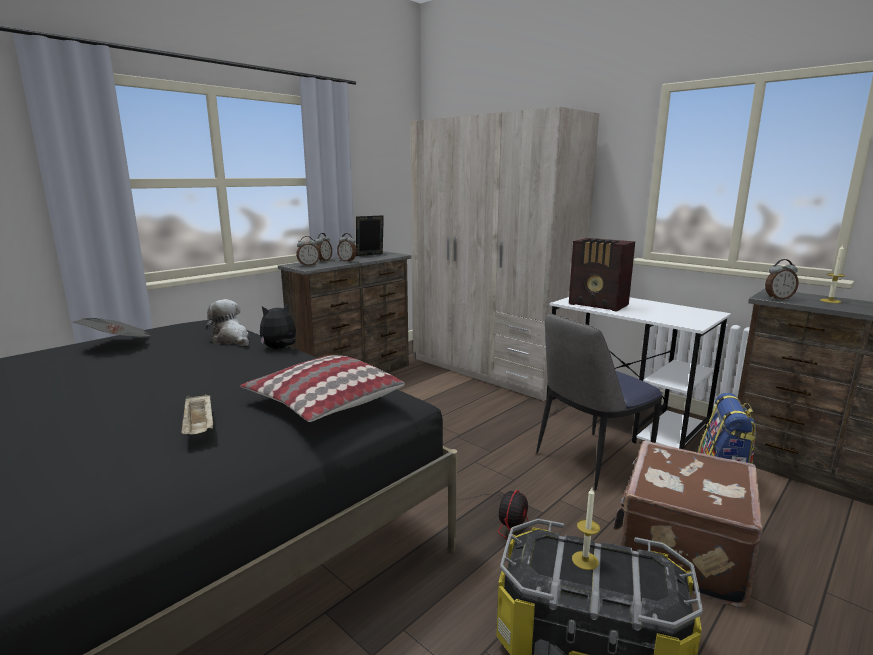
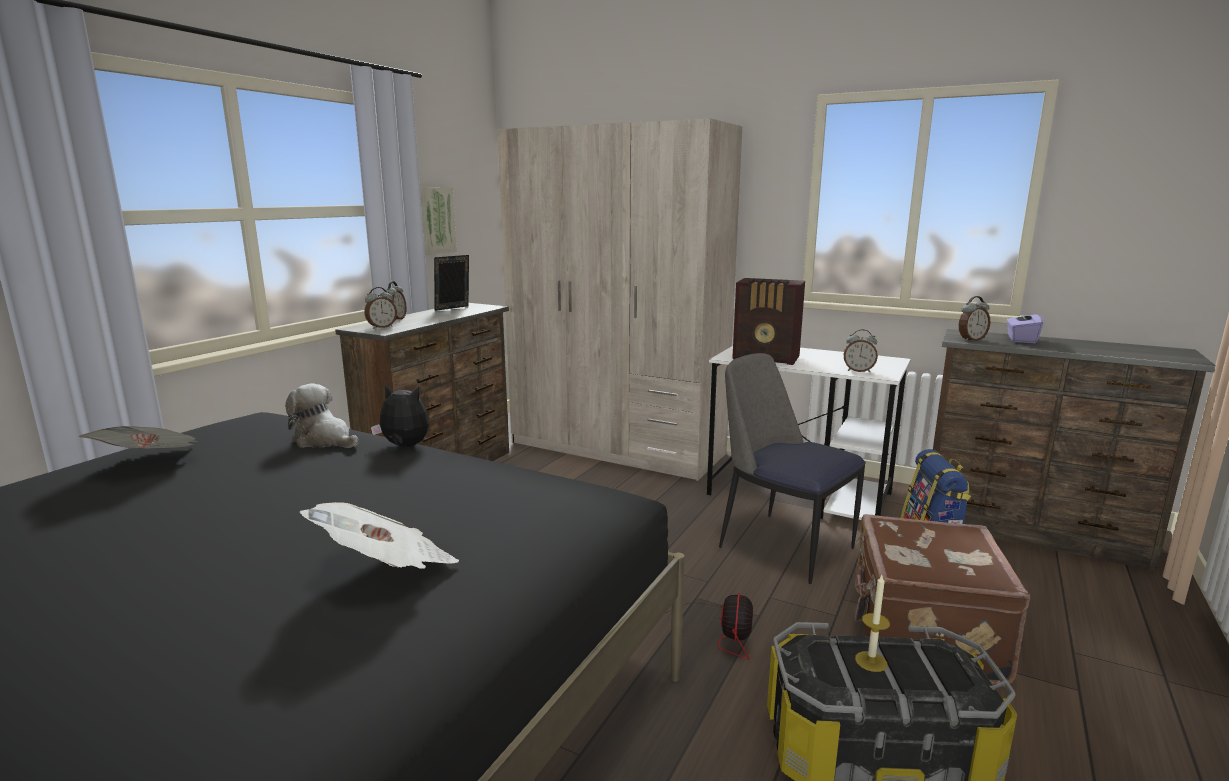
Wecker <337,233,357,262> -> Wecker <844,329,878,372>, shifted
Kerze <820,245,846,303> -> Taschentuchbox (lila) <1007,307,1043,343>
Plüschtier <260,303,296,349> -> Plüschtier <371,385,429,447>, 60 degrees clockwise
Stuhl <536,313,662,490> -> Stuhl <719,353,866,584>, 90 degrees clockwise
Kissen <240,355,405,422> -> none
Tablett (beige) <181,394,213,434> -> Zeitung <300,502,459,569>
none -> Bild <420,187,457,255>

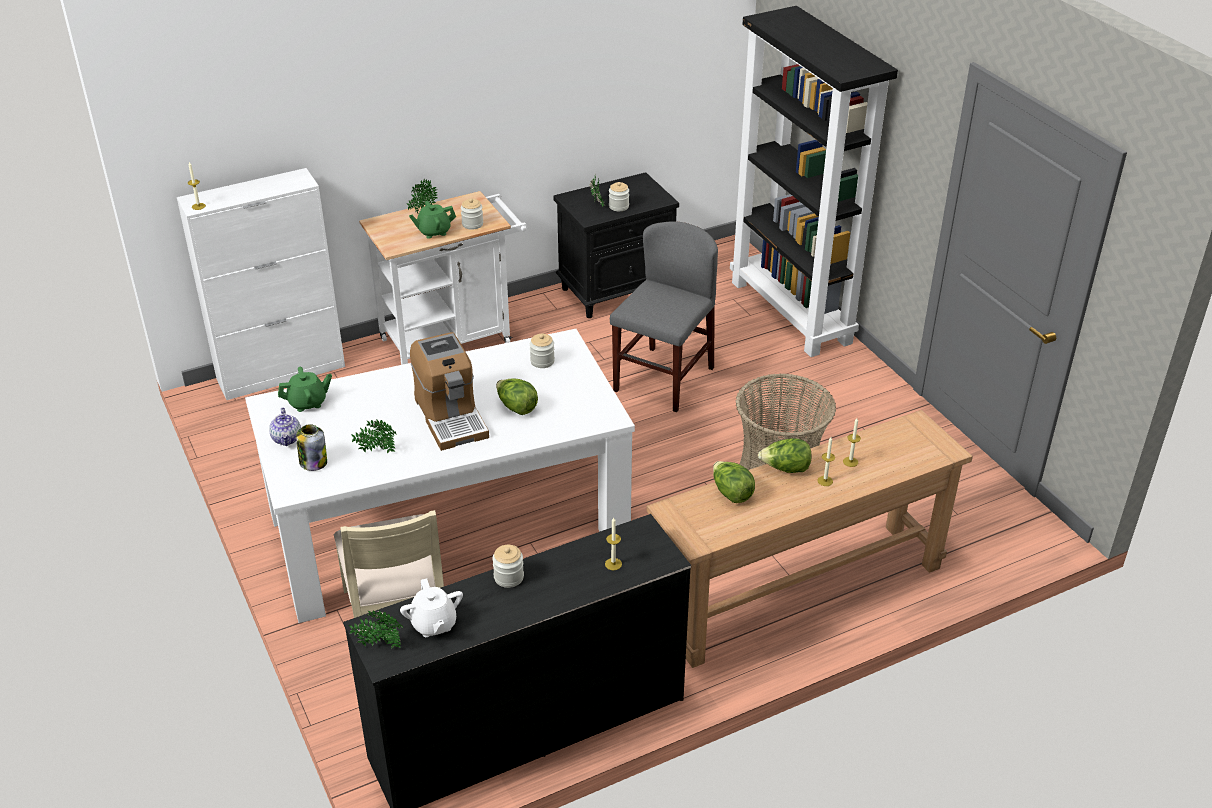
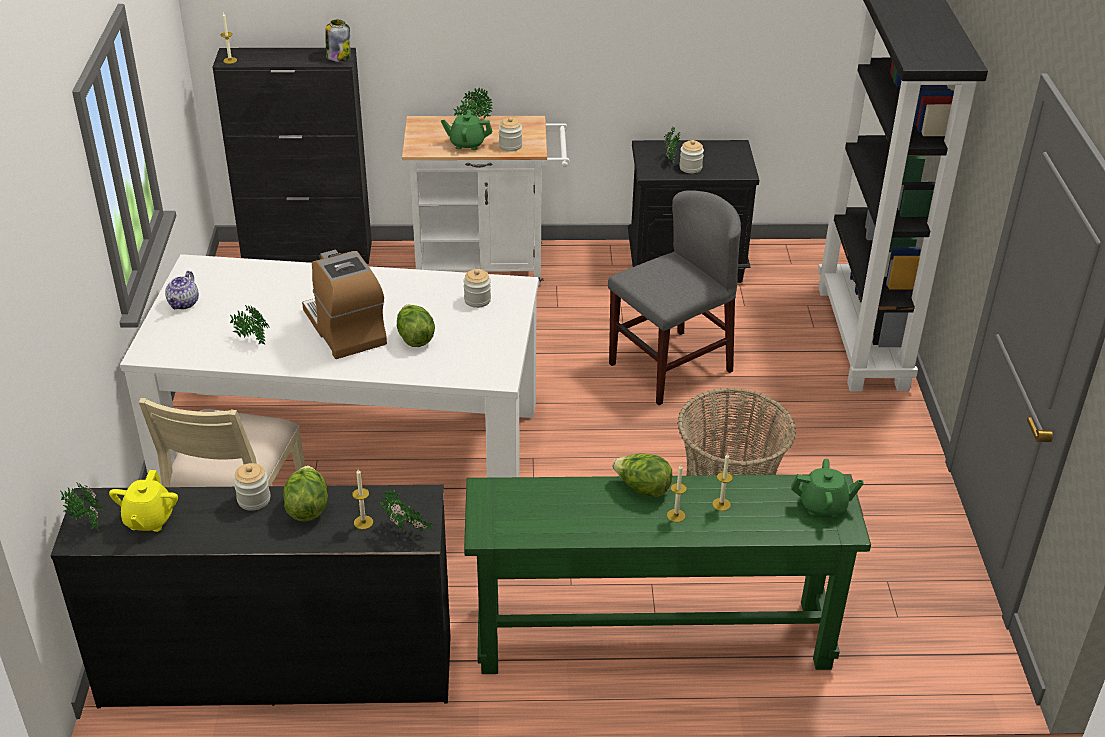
Schrank (weiß) <177,168,345,400> -> Schrank (schwarz) <212,48,372,264>
Kaffeemaschine <410,332,489,451> -> Kaffeemaschine <302,250,387,359>, 150 degrees clockwise
Teekanne (grün) <278,367,332,412> -> Teekanne (grün) <791,459,864,517>, shifted
Konsolentisch (braun) <647,410,973,668> -> Konsolentisch (grün) <464,474,871,674>
Vorratsglas <296,424,327,471> -> Vorratsglas <325,20,350,61>, shifted
Salatkopf <713,461,755,503> -> Salatkopf <283,466,328,521>, shifted
Teekanne (weiß) <400,579,463,637> -> Teekanne (gelb) <109,470,178,532>
none -> Topfpflanze <380,490,433,531>

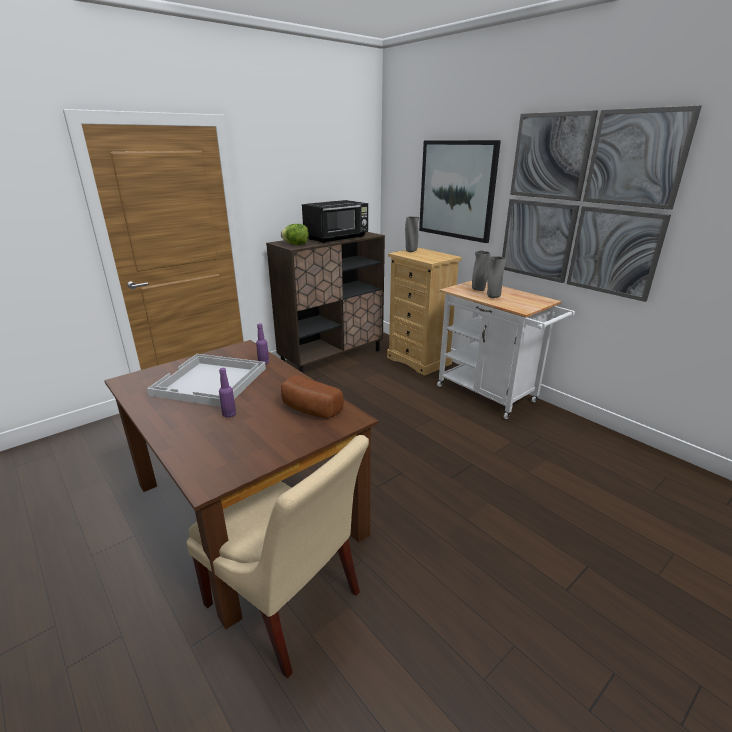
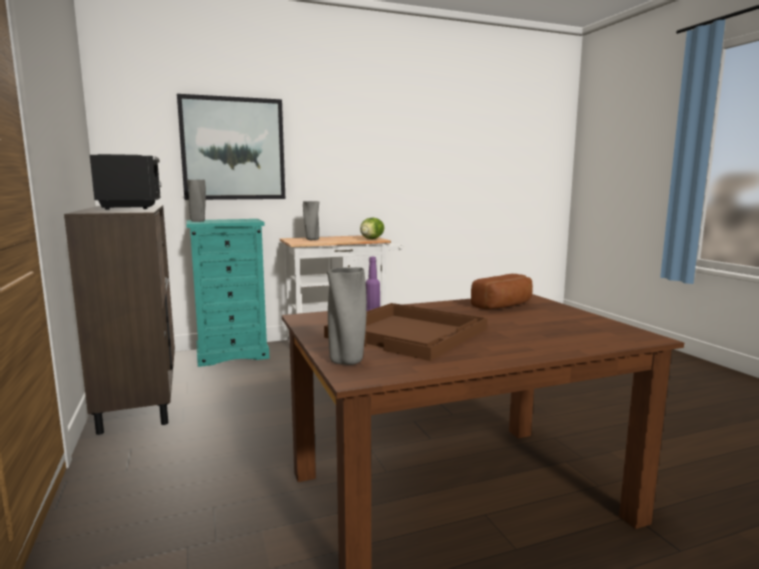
Bild <502,105,702,302> -> none
Salatkopf <281,224,309,245> -> Salatkopf <360,217,384,239>, shifted
Kommode (beige) <387,248,462,376> -> Kommode (türkis) <186,219,270,367>
Vase (grau) <487,256,507,298> -> Vase (grau) <327,267,367,365>, shifted
Tablett (weiß) <147,354,266,407> -> Tablett (braun) <324,303,487,361>
Flasche (lila) <219,368,236,418> -> none
Stuhl (beige) <186,435,369,678> -> none

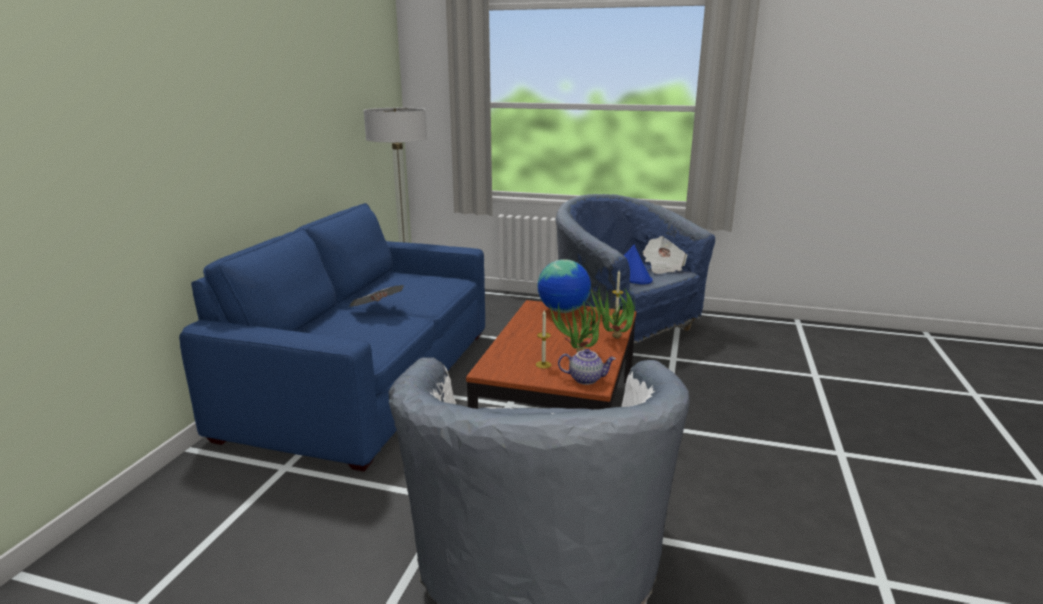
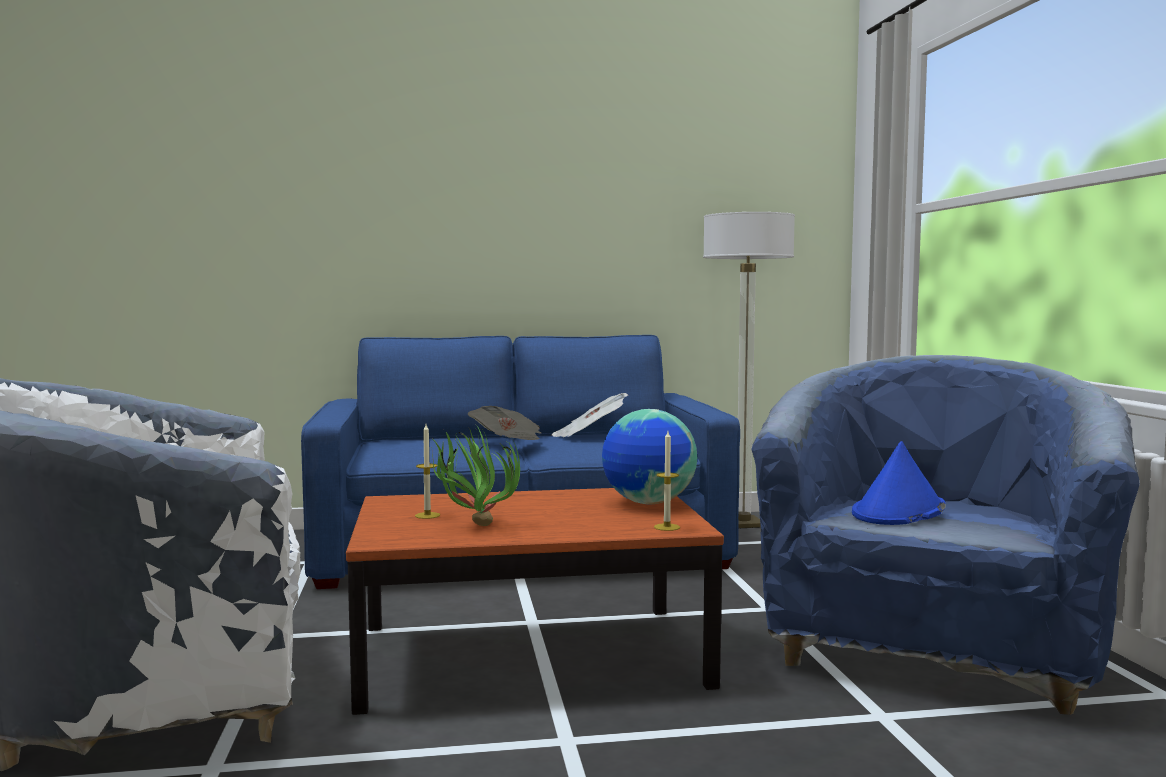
Zeitung <643,236,687,274> -> Zeitung <552,393,628,437>, shifted
Topfpflanze <589,286,635,339> -> none
Teekanne <558,349,616,385> -> none

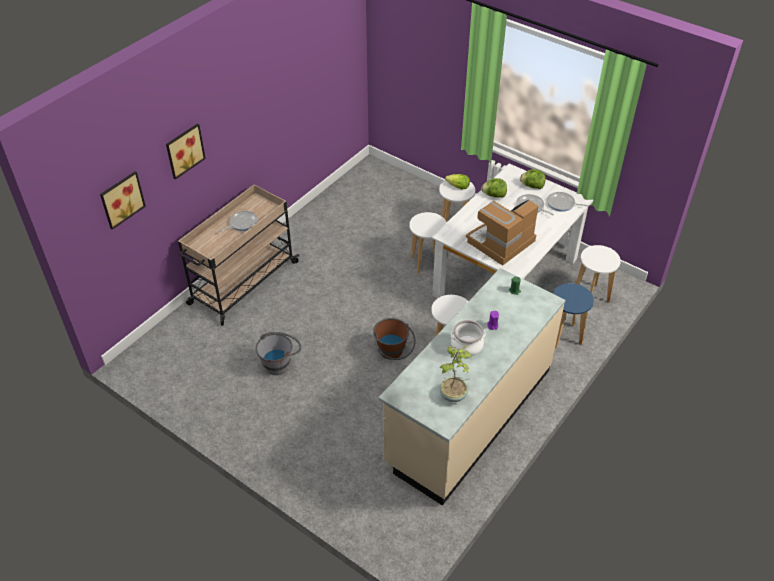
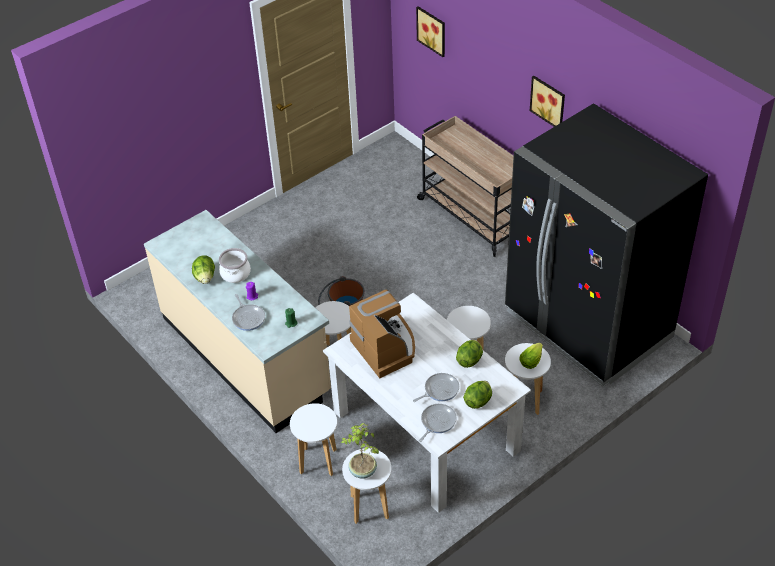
Bild <166,124,206,180> -> Bild <530,76,565,127>, shifted
Pfanne <219,211,257,232> -> Pfanne <232,294,265,331>, shifted
Hocker (blau) <553,283,594,348> -> Hocker (weiß) <290,403,337,476>
Eimer (grau) <256,332,301,375> -> none
Topfpflanze <440,345,472,402> -> Topfpflanze <341,423,379,479>, shifted
none -> Kühlschrank (schwarz) <505,103,708,387>
none -> Salatkopf <192,255,215,284>

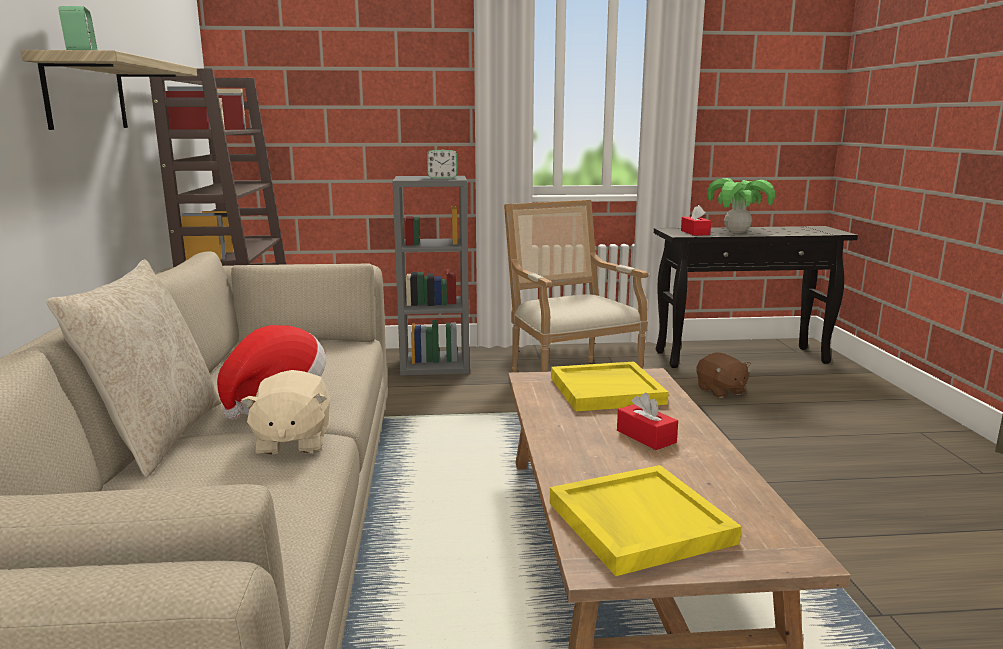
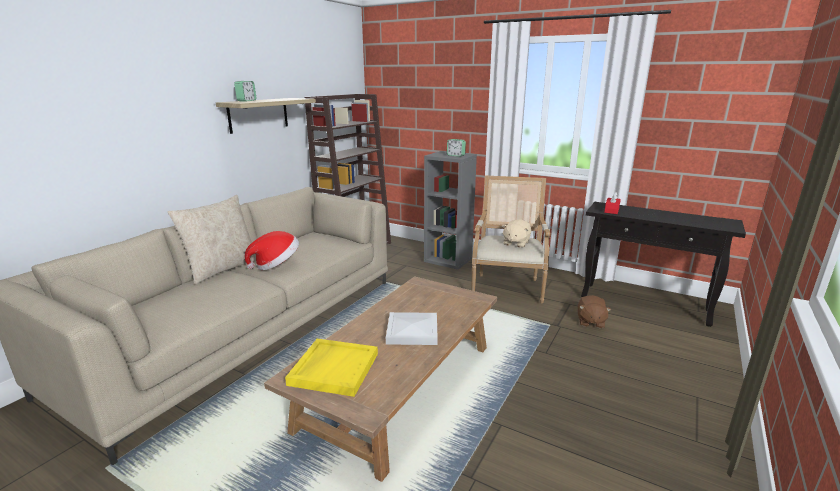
Topfpflanze <707,178,775,234> -> none
Tablett (gelb) <551,362,669,412> -> none
Plüschtier (beige) <241,370,330,455> -> Plüschtier (beige) <502,219,531,248>, shifted
Taschentuchbox (rot) <617,393,678,450> -> Tablett (weiß) <386,312,438,345>

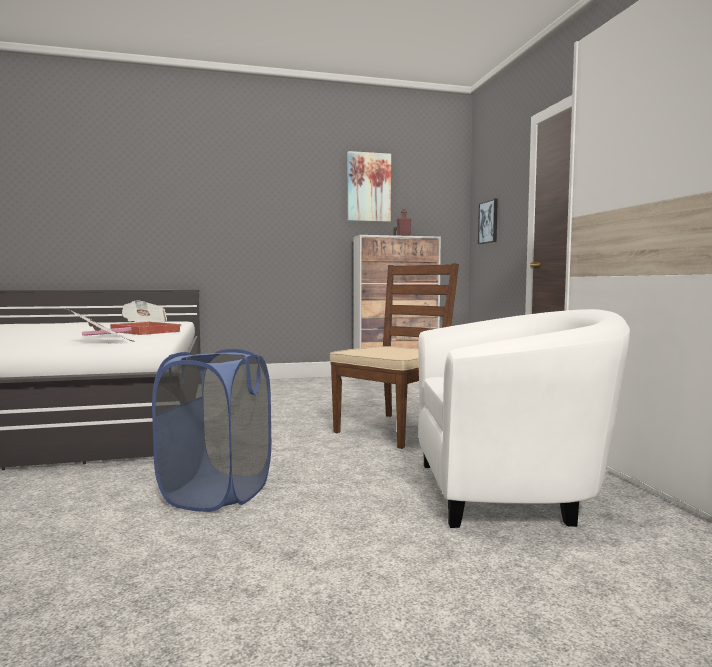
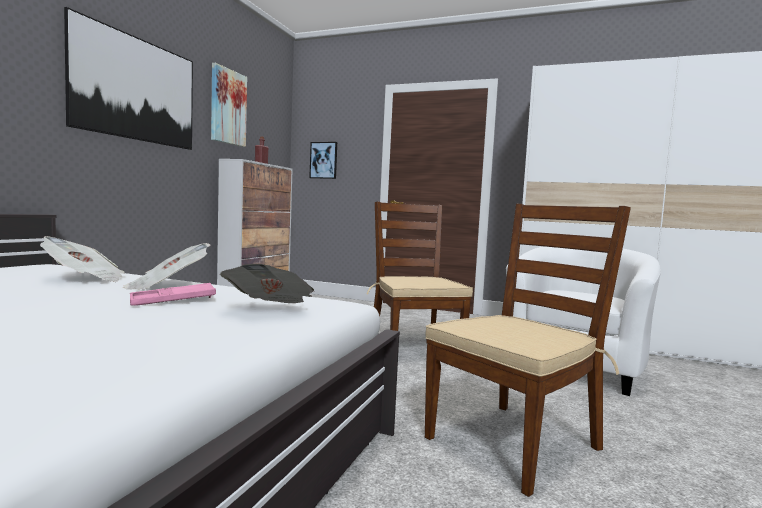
Tablett (rot) <110,322,182,335> -> Zeitung <123,243,211,290>
Wäschekorb (blau) <152,349,271,512> -> Stuhl (braun) <425,204,631,497>
none -> Bild <64,7,193,150>

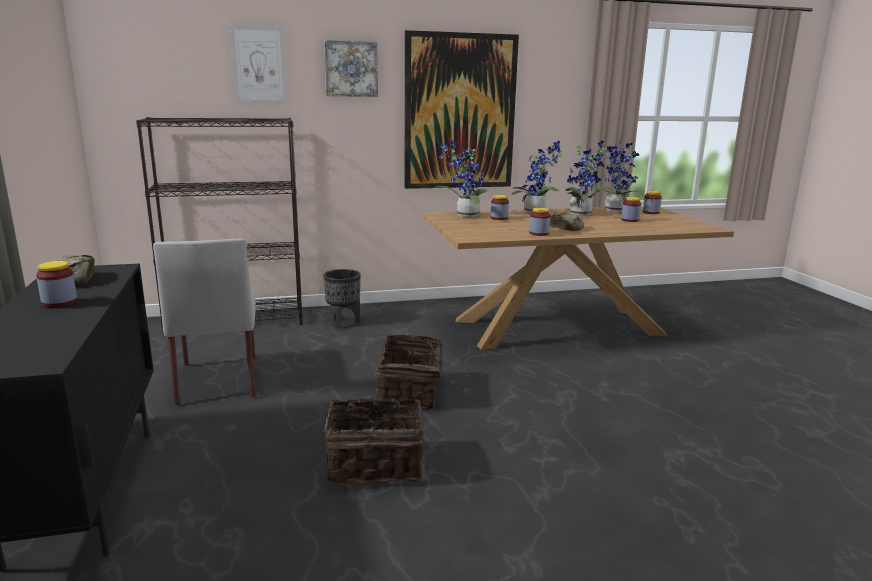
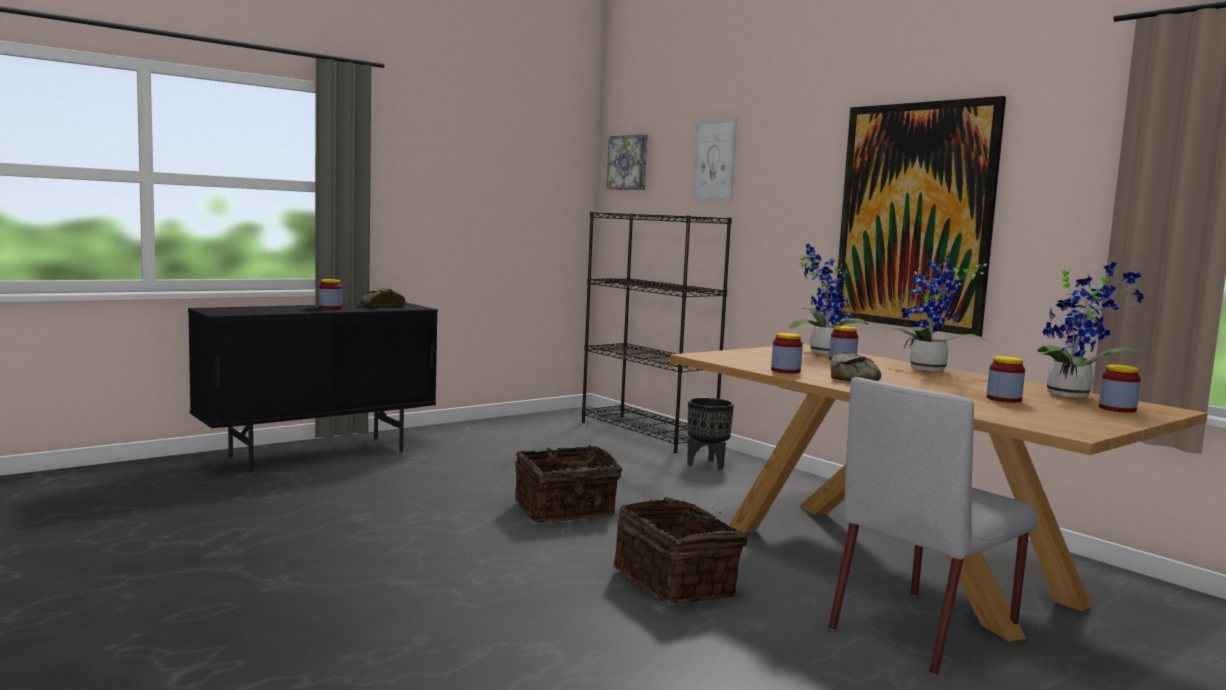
Bild <324,40,378,97> -> Bild <607,134,648,190>, shifted
Topfpflanze <565,140,617,216> -> none
Stuhl (grau) <153,238,256,406> -> Stuhl (grau) <829,377,1037,676>, shifted
Korb <324,394,424,485> -> Korb <613,497,747,604>, shifted

